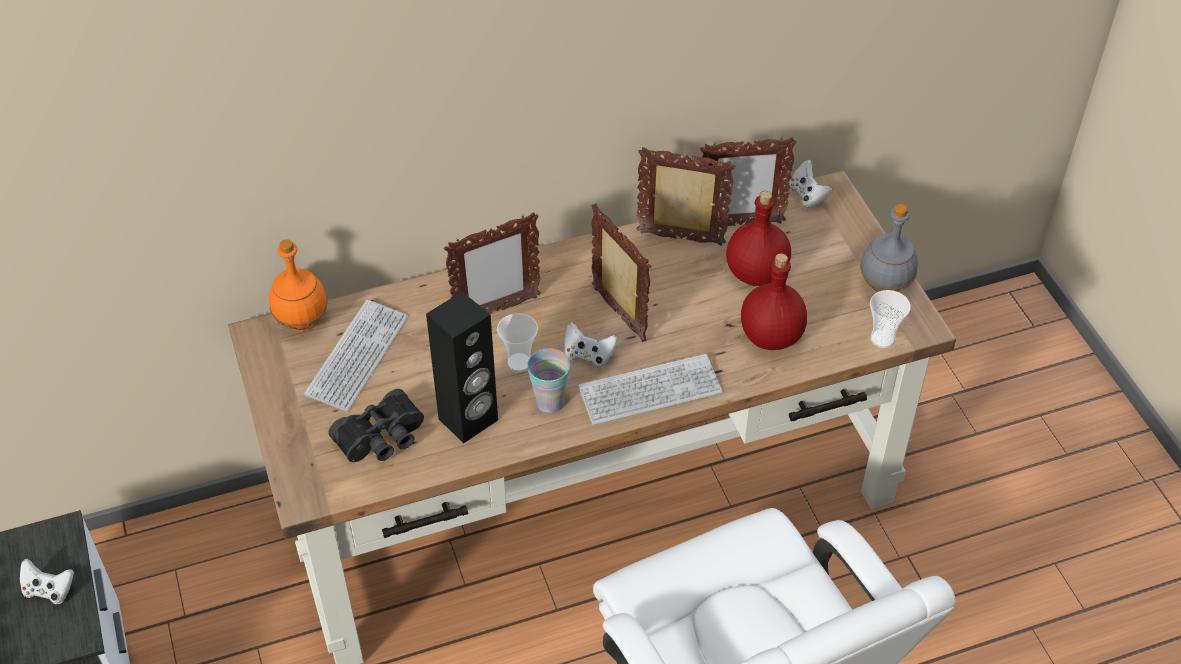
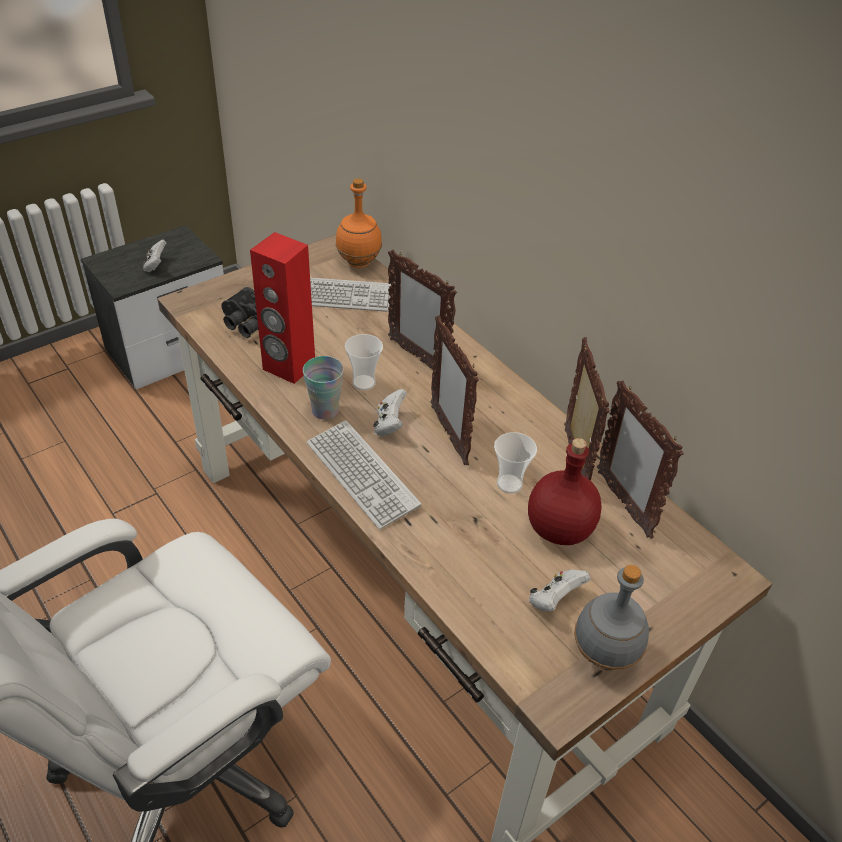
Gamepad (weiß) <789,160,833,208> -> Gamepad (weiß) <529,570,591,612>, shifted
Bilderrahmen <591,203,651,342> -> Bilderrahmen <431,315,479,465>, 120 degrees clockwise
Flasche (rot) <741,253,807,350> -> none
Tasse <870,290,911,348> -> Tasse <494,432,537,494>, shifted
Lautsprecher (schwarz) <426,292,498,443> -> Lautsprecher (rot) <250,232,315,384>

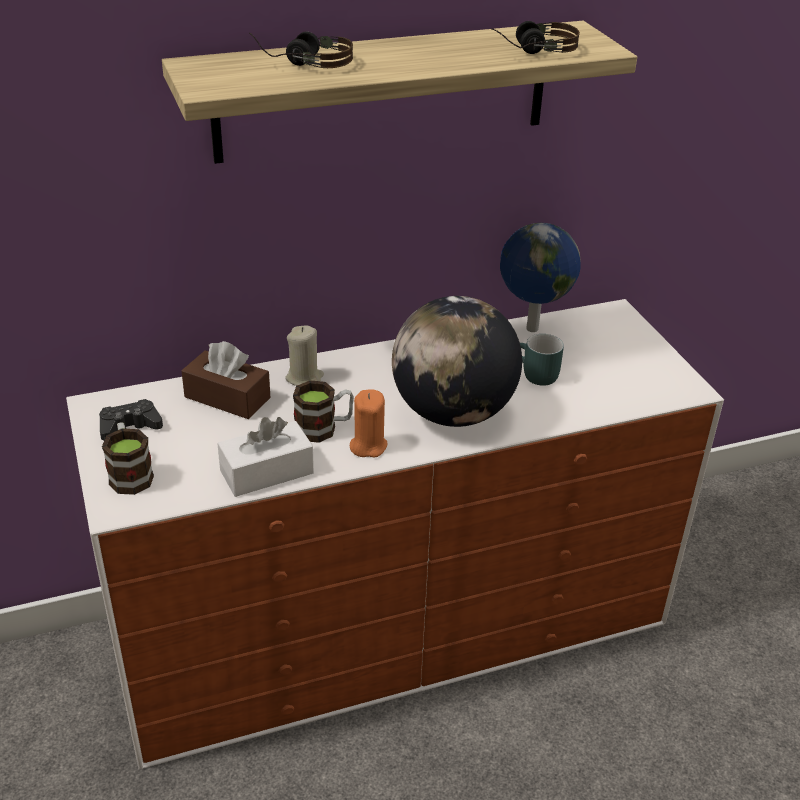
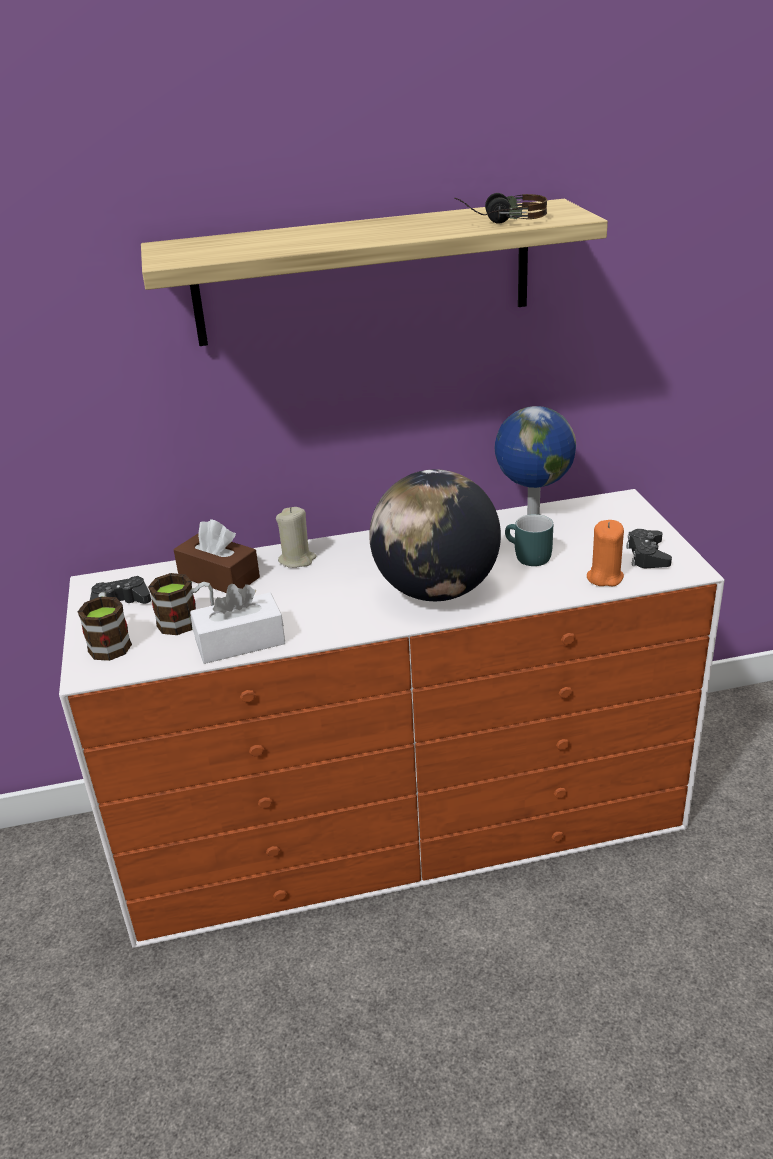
Kopfhörer <249,31,353,68> -> none
Henkelbecher <293,380,354,443> -> Henkelbecher <148,573,214,635>, shifted
Kerze (orange) <350,389,388,457> -> Kerze (orange) <587,520,624,586>, shifted
none -> Gamepad (schwarz) <626,529,672,568>

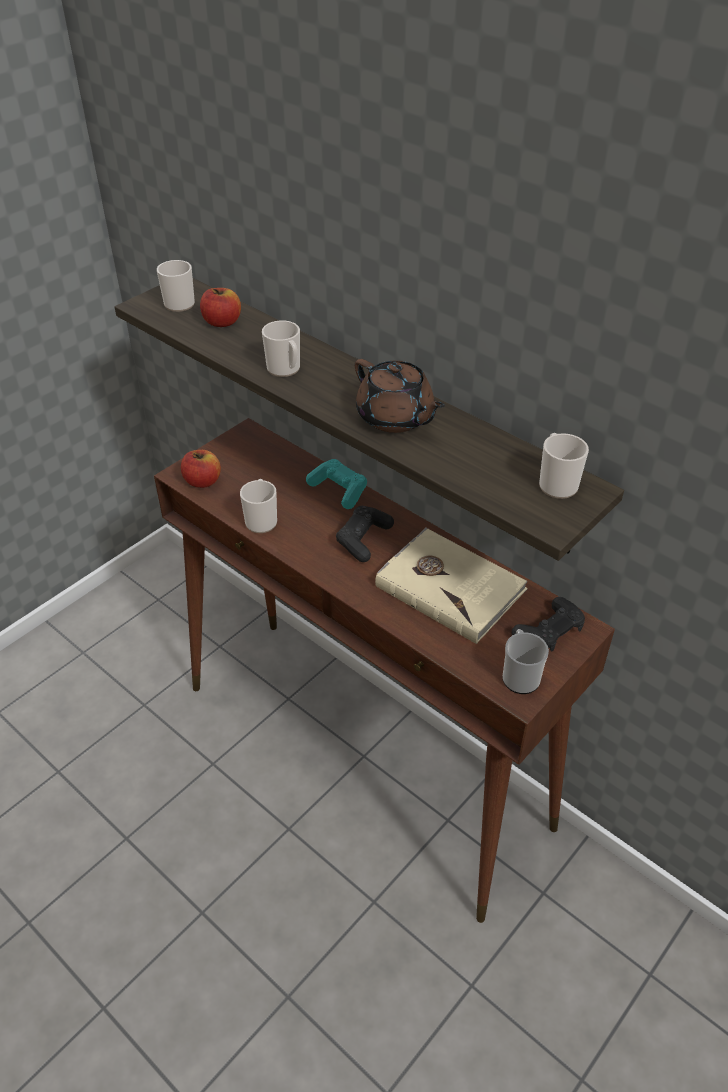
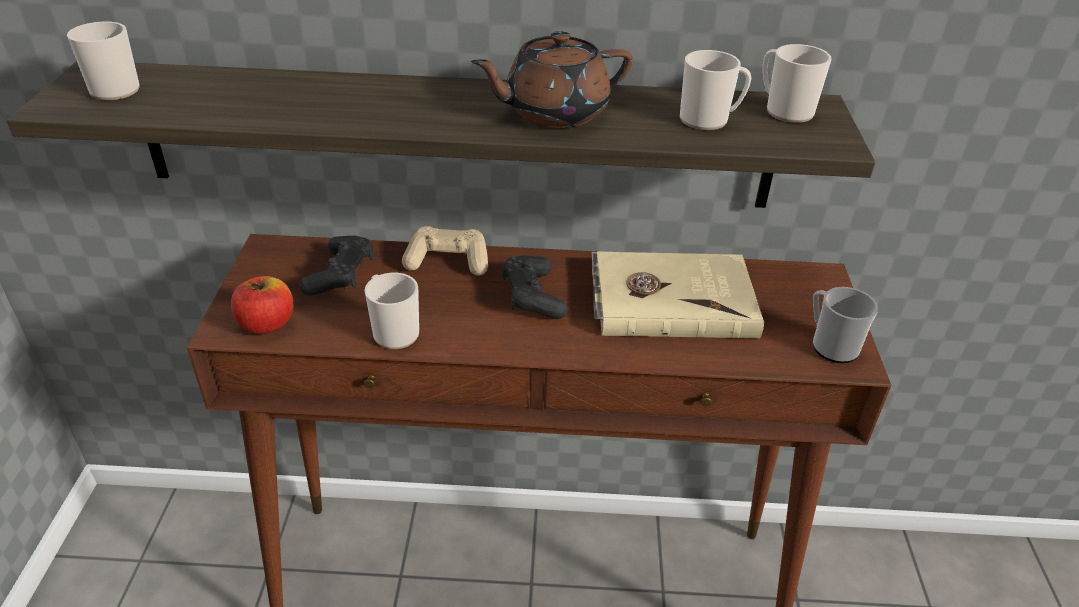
Apfel <200,288,241,327> -> none
Henkelbecher <262,320,300,377> -> Henkelbecher <680,50,751,130>, shifted
Teekanne (braun) <355,359,445,433> -> Teekanne (braun) <471,31,632,128>, 150 degrees clockwise
Gamepad (türkis) <306,459,367,509> -> Gamepad (beige) <402,226,488,276>
Gamepad (schwarz) <512,597,585,651> -> Gamepad (schwarz) <300,236,373,295>, shifted

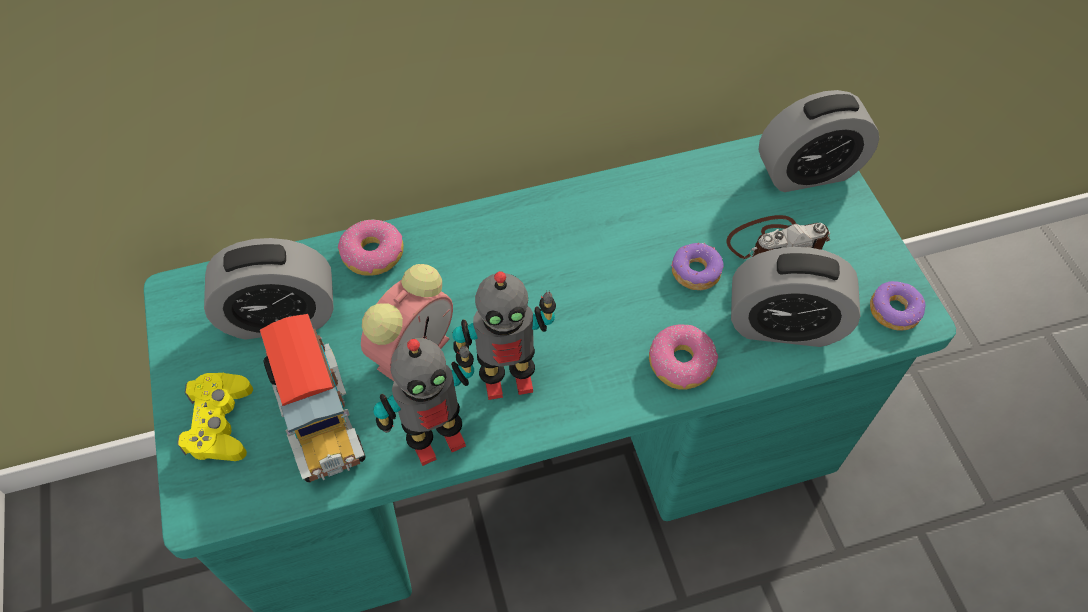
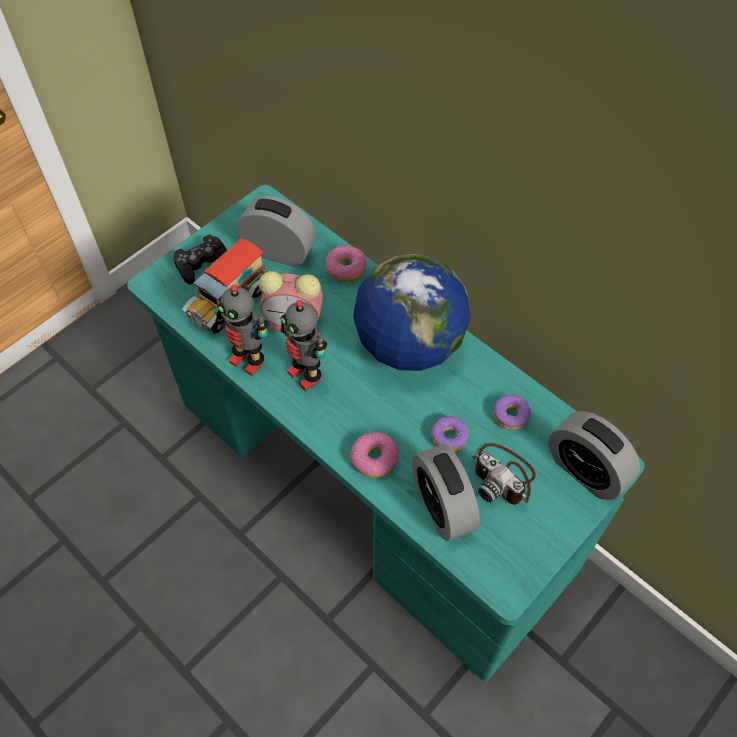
Wecker <204,238,334,339> -> Wecker <237,196,316,267>, 150 degrees clockwise
Donut <870,281,925,331> -> Donut <493,395,531,430>, shifted
Gamepad (gelb) <177,373,253,461> -> Gamepad (schwarz) <173,234,227,285>
none -> Globus <353,254,470,371>

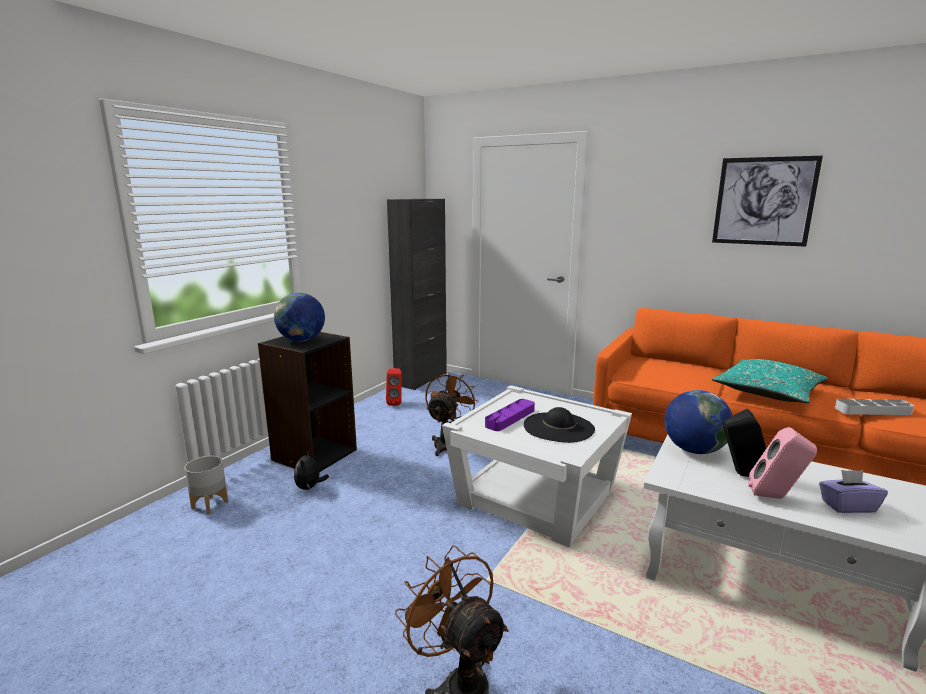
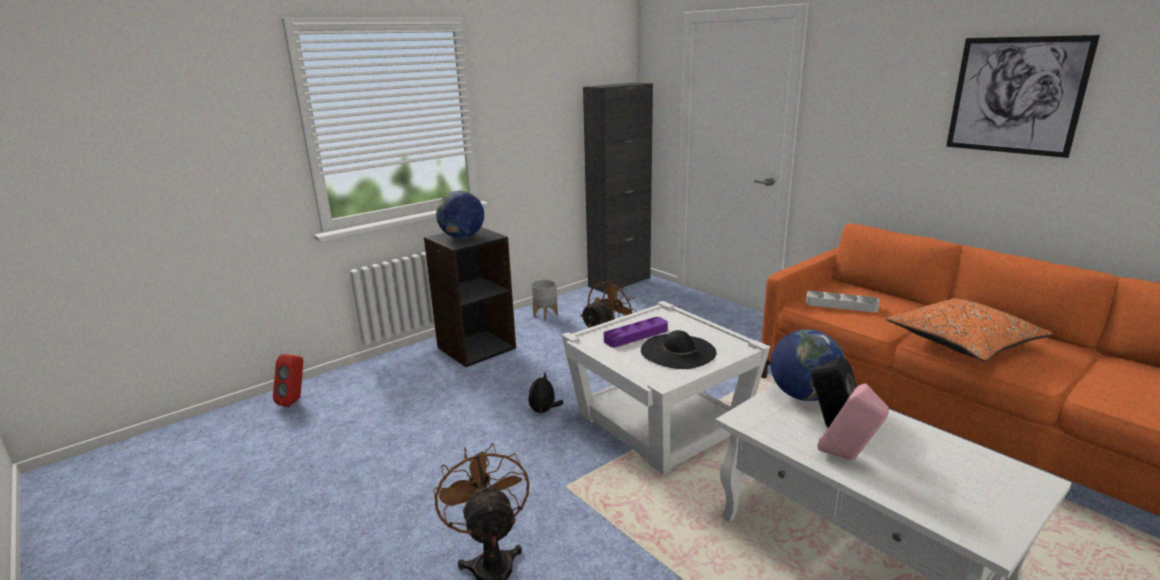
Kissen (türkis) <712,359,828,403> -> Kissen (orange) <886,298,1053,361>
Lautsprecher (rot) <386,368,402,406> -> Lautsprecher (rot) <273,354,303,407>, shifted
Tablett (grau) <835,399,914,415> -> Tablett (grau) <806,291,879,312>, shifted
Plüschtier <294,450,329,490> -> Plüschtier <529,372,564,413>, shifted
Pflanzkübel (grau) <185,456,228,515> -> Pflanzkübel (grau) <531,280,558,321>, shifted
Taschentuchbox (lila) <819,470,888,513> -> none

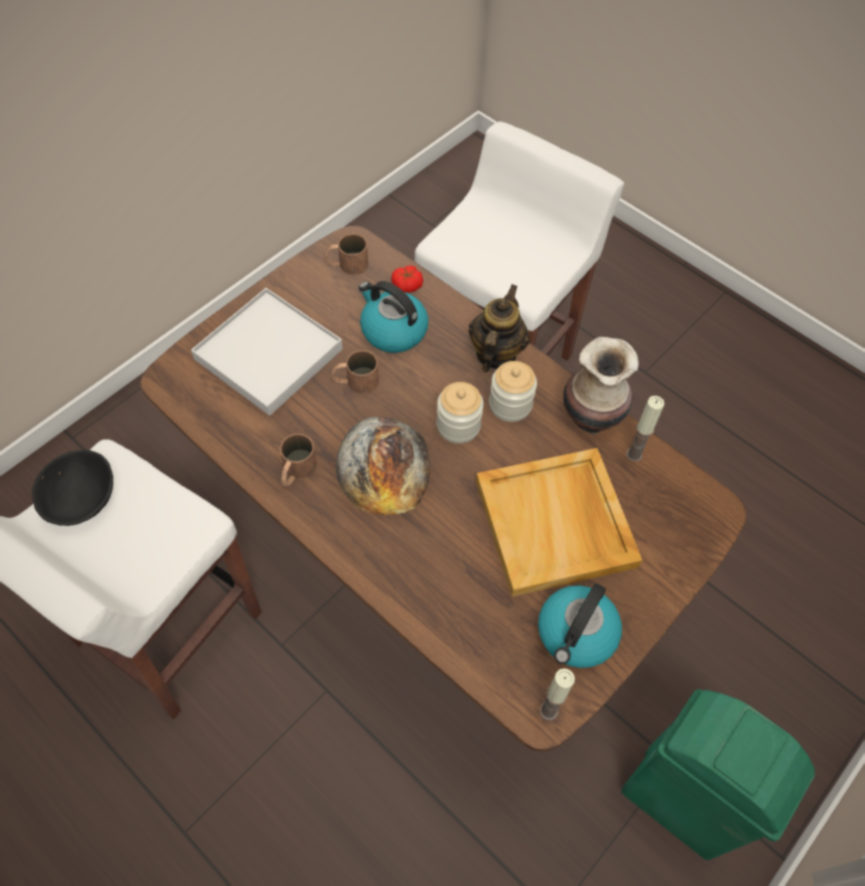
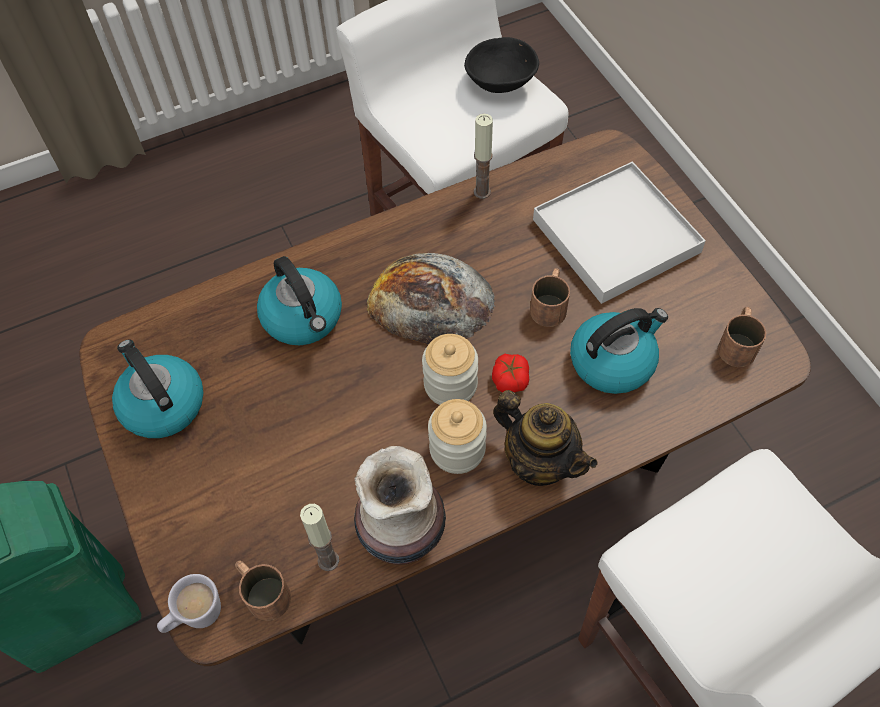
Tomate <391,266,423,293> -> Tomate <492,354,529,393>, shifted
Henkelbecher (braun) <280,434,317,487> -> Henkelbecher (braun) <235,560,291,621>, shifted
Tablett (beige) <476,448,642,597> -> none
Kerze <539,668,575,721> -> Kerze <474,114,493,199>, shifted
none -> Wasserkessel <257,256,342,345>
none -> Henkelbecher (weiß) <157,574,221,633>

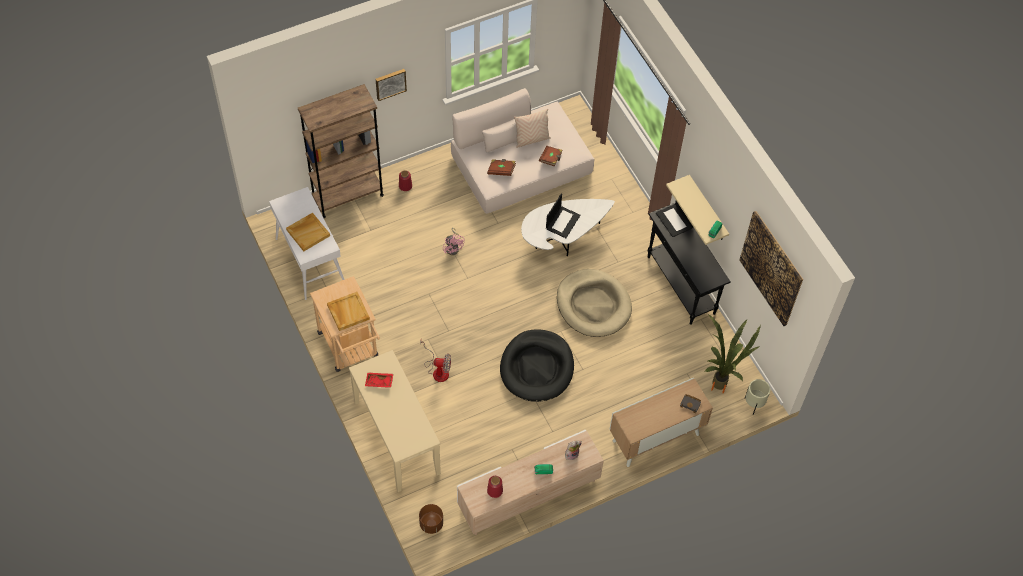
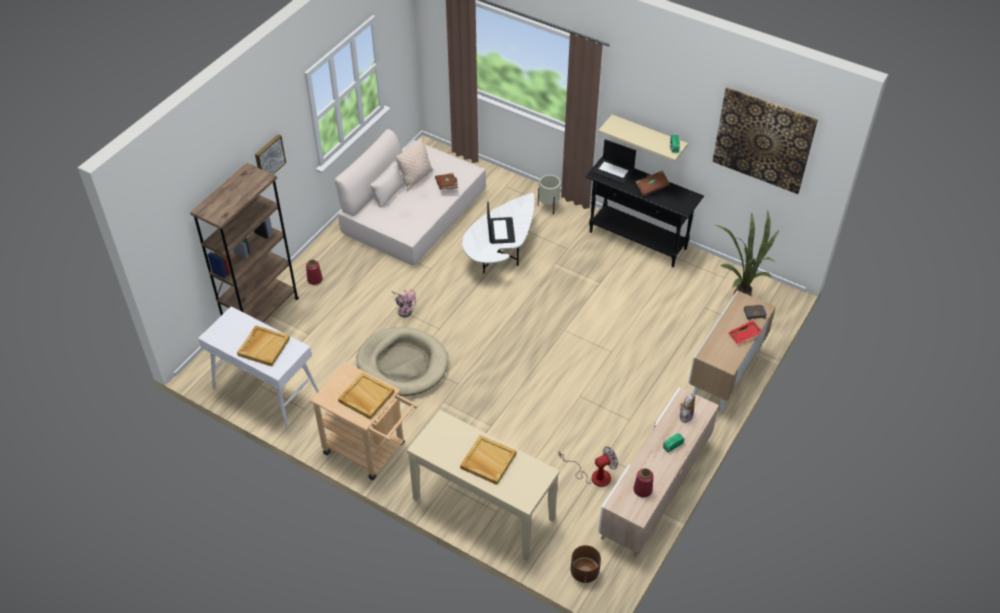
Buch (braun) <487,159,516,176> -> Buch (braun) <636,170,670,196>, shifted
Hundebett (beige) <557,269,632,337> -> Hundebett (beige) <356,327,448,396>, shifted
Hundebett (schwarz) <500,329,574,402> -> none
Ventilator <420,341,451,382> -> Ventilator <559,446,618,487>, shifted
Tablett (rot) <365,373,393,388> -> Tablett (rot) <728,320,763,344>, shifted
Pflanzkübel (beige) <745,379,770,415> -> Pflanzkübel (beige) <538,175,561,215>, shifted
none -> Tablett (beige) <460,435,517,485>

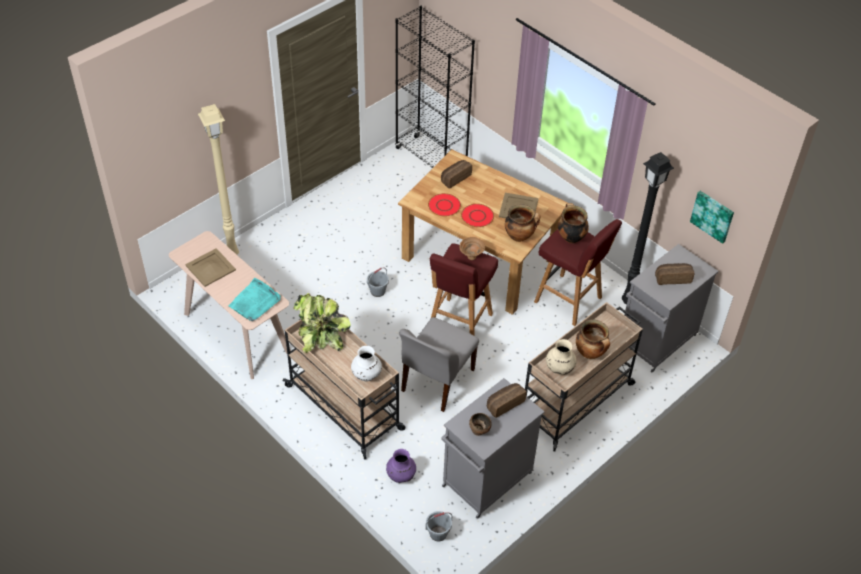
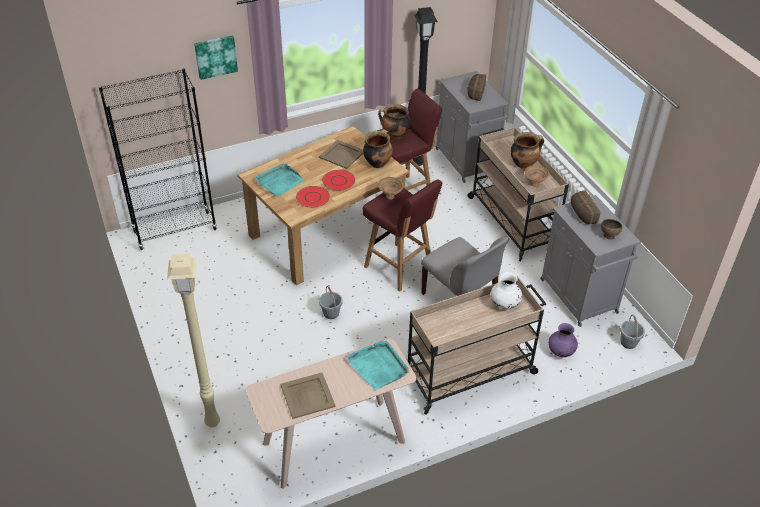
Brot <441,160,472,189> -> Tablett (türkis) <255,164,304,196>
Bild <690,191,734,244> -> Bild <194,35,238,80>, shifted
Topfpflanze <293,293,351,353> -> none
Vase (beige) <546,339,577,375> -> Schüssel (braun) <524,165,550,187>

